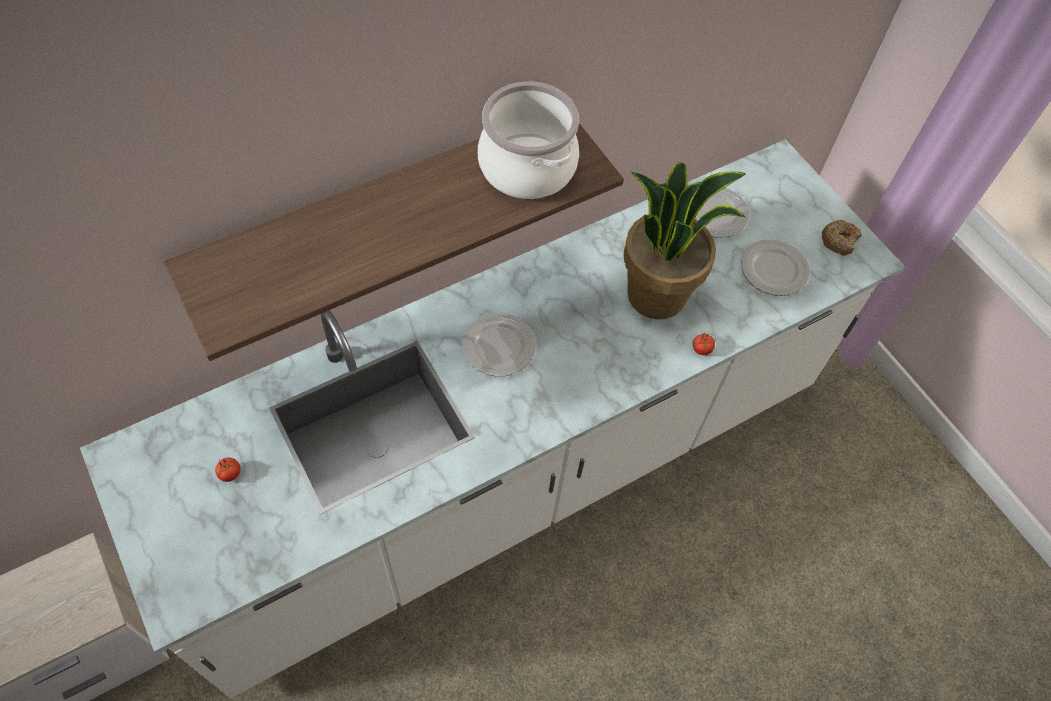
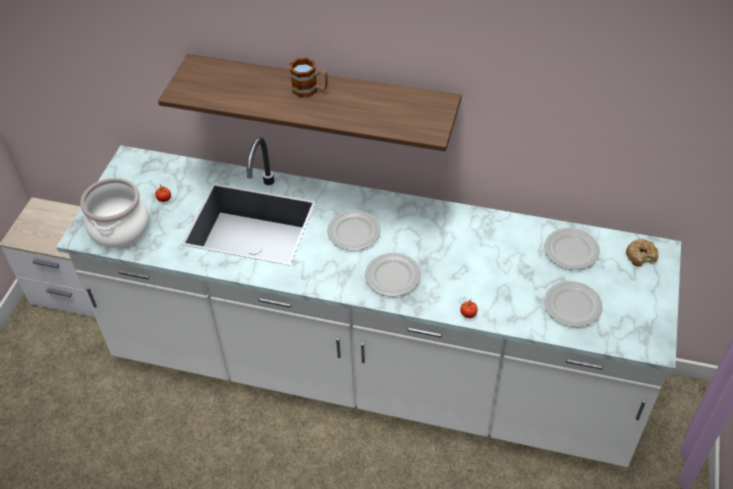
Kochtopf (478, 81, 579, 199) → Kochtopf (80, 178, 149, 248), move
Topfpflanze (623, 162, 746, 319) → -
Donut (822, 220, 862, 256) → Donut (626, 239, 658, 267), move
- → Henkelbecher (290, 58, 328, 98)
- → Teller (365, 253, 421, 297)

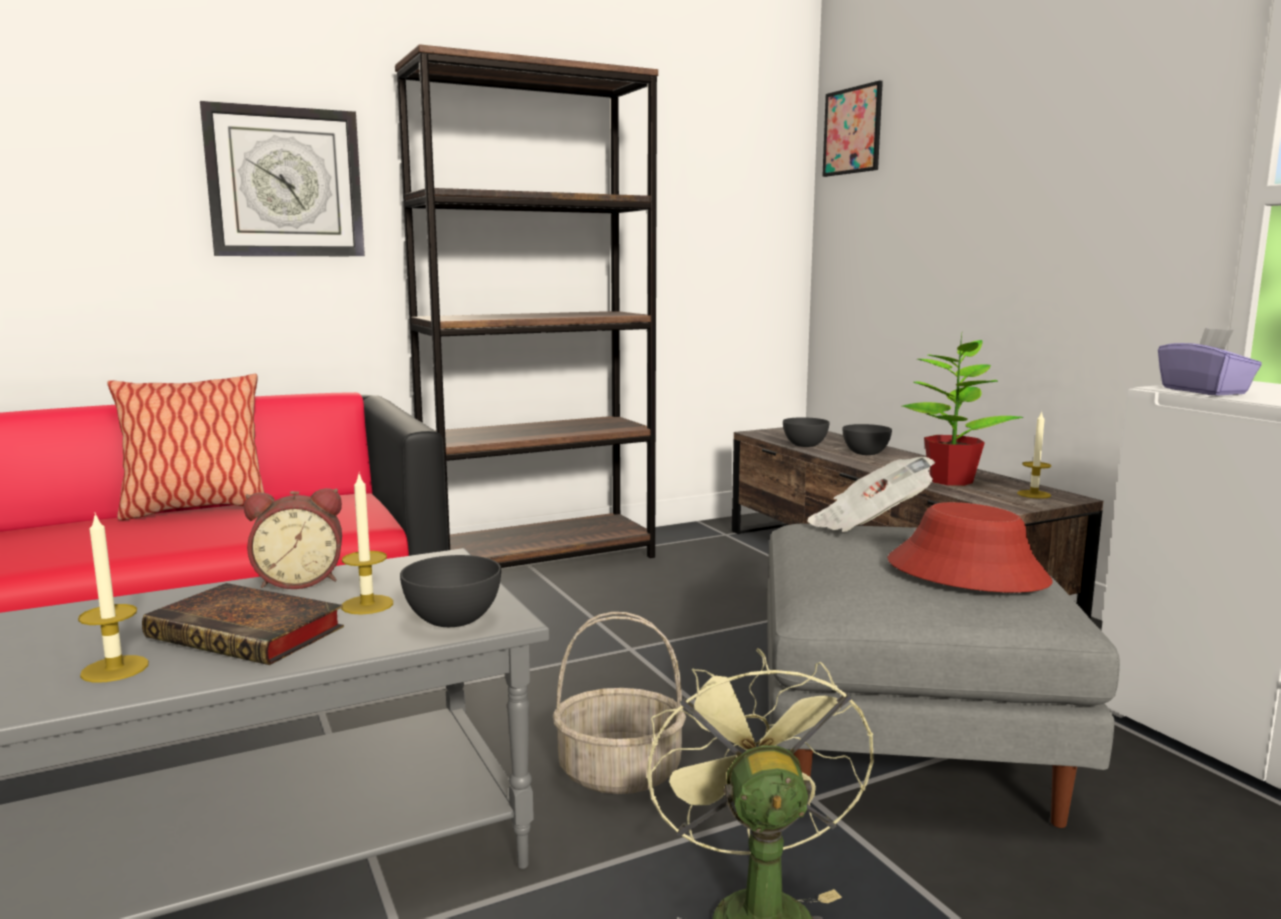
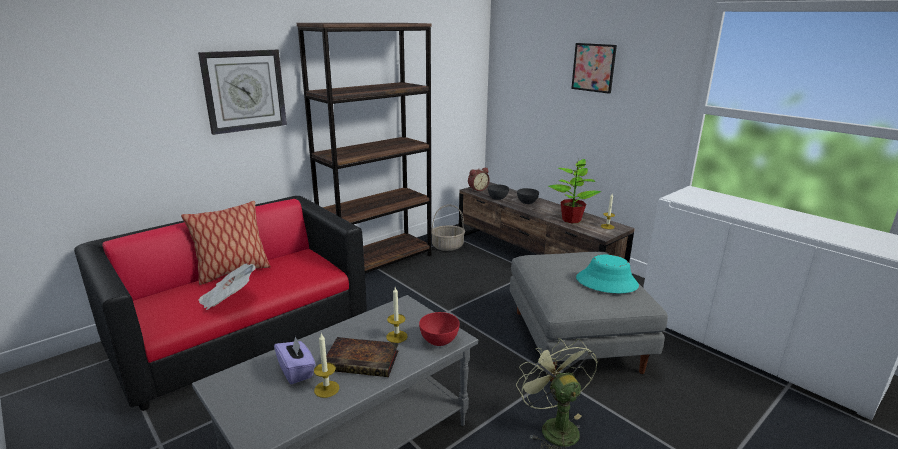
Wecker (244, 488, 342, 589) → Wecker (468, 168, 490, 192), move
Schüssel (grau) (400, 555, 501, 627) → Schüssel (rot) (419, 312, 460, 346)
Korb (553, 612, 686, 794) → Korb (432, 205, 465, 251), move
Zeitung (807, 457, 935, 532) → Zeitung (198, 264, 256, 310), move
Bild (822, 80, 883, 177) → Bild (571, 43, 617, 94), move
Hut (rot) (887, 502, 1052, 593) → Hut (türkis) (576, 255, 639, 293)
Taschentuchbox (lila) (1158, 328, 1262, 395) → Taschentuchbox (lila) (274, 336, 316, 384), move

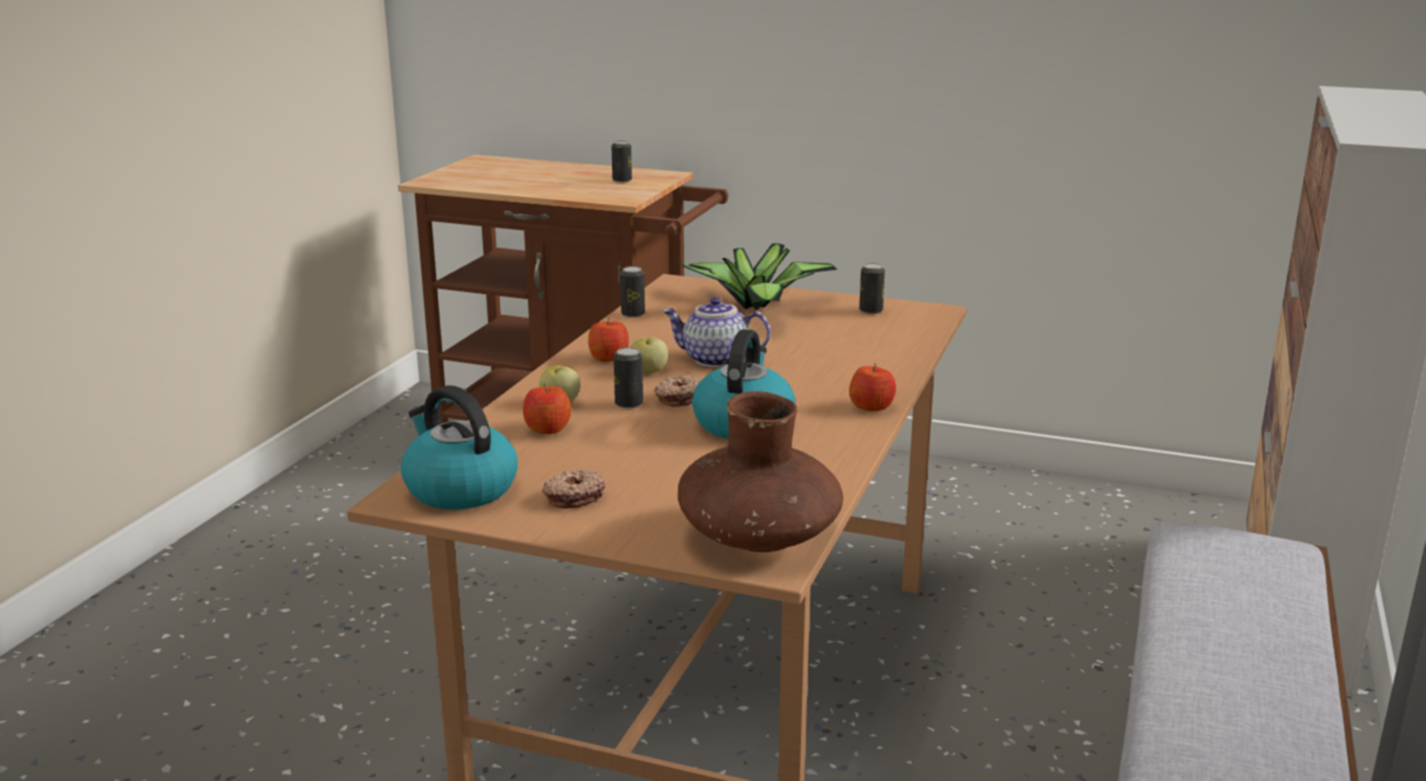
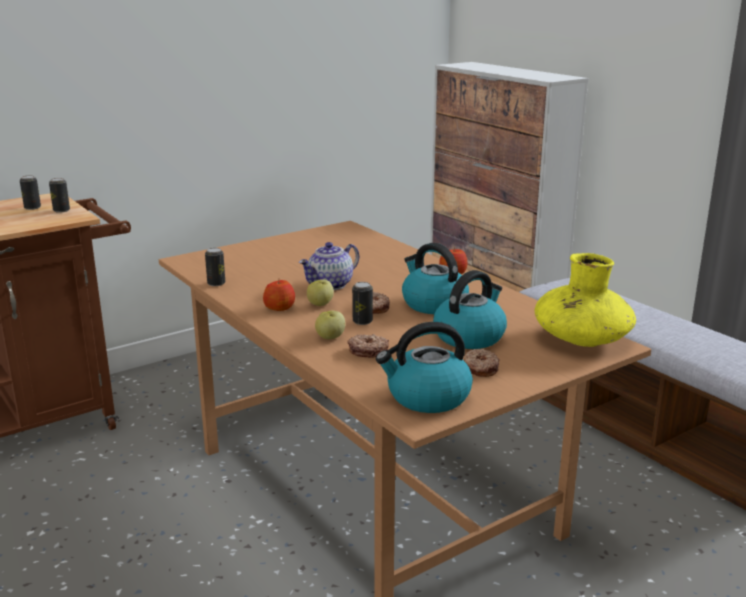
Apfel (523, 383, 571, 434) → Donut (347, 334, 389, 358)
Vase (braun) (678, 391, 843, 552) → Vase (gelb) (535, 253, 636, 347)
Topfpflanze (681, 244, 837, 310) → -
Dose (859, 263, 885, 314) → Dose (49, 178, 70, 213), move
- → Wasserkessel (433, 270, 507, 349)

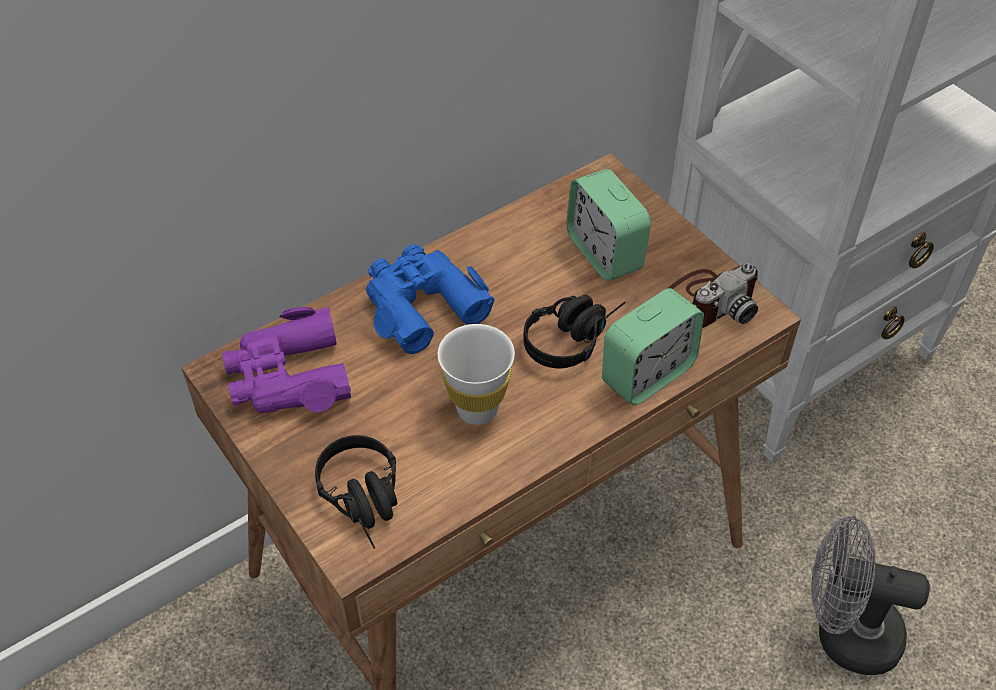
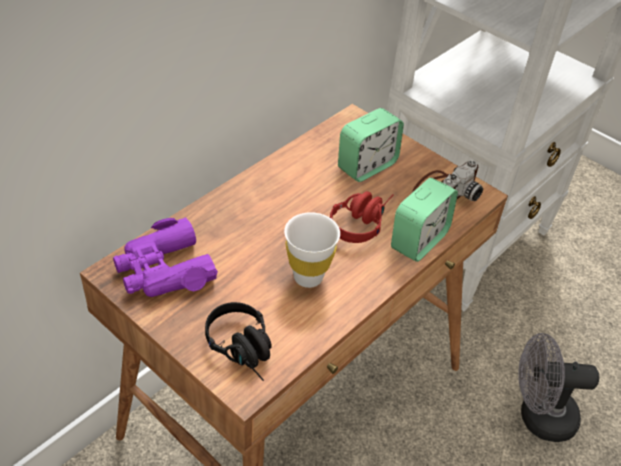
Fernglas (blau) (366, 244, 495, 354) → -
Kopfhörer (schwarz) (523, 295, 626, 369) → Kopfhörer (rot) (330, 191, 394, 243)
Wecker (566, 169, 651, 281) → Wecker (338, 108, 404, 182), 90 degrees counterclockwise

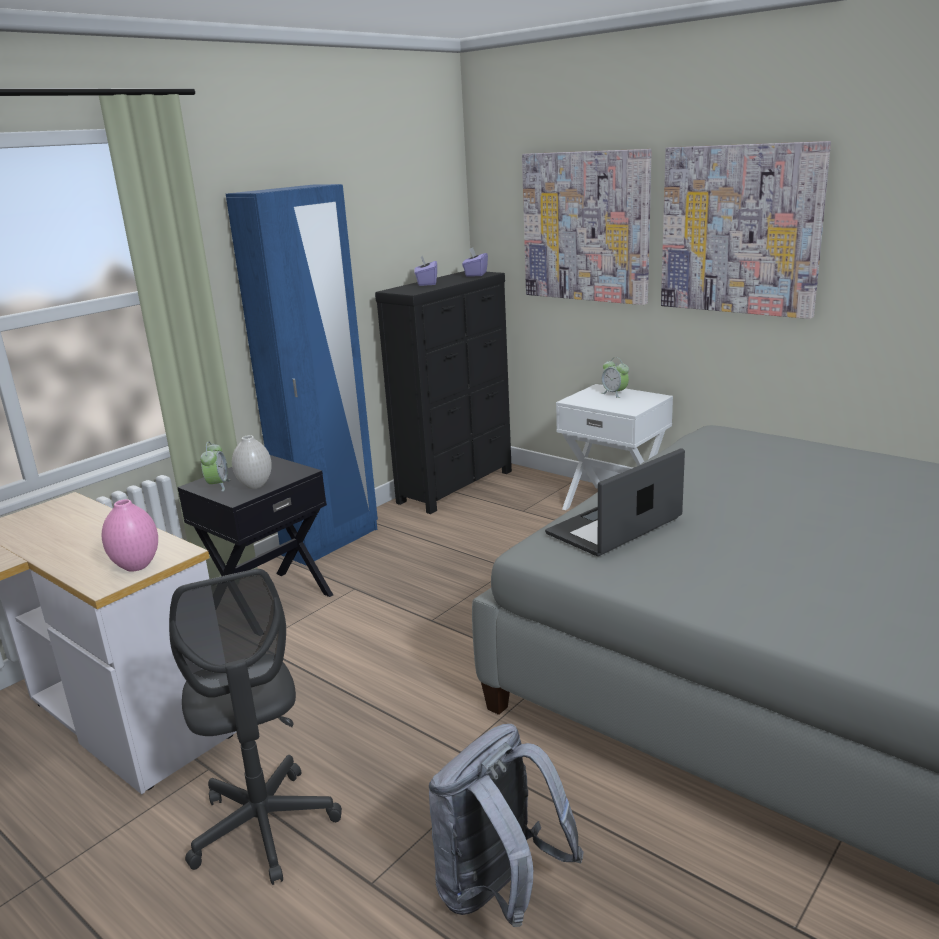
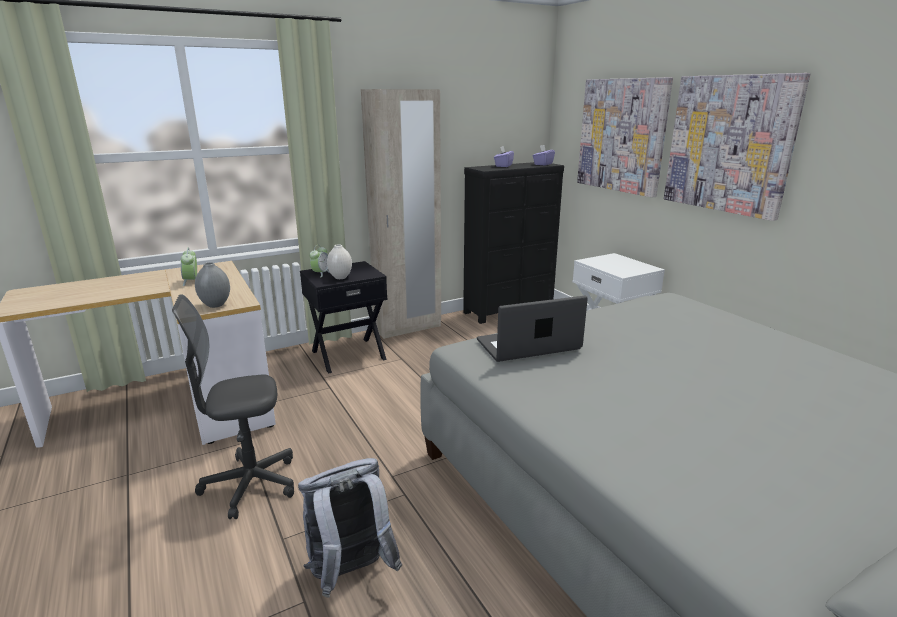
Vase (rosa) (101, 499, 158, 572) → Vase (grau) (195, 262, 230, 308)
Bürostuhl (grau) (169, 569, 342, 885) → Bürostuhl (grau) (172, 294, 294, 519), 75 degrees clockwise
Kleiderschrank (blau) (226, 184, 378, 566) → Kleiderschrank (beige) (361, 89, 441, 339)
Wecker (601, 357, 629, 398) → Wecker (181, 247, 197, 286), move

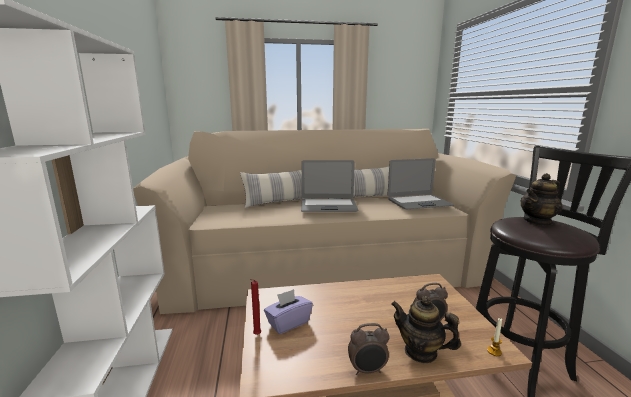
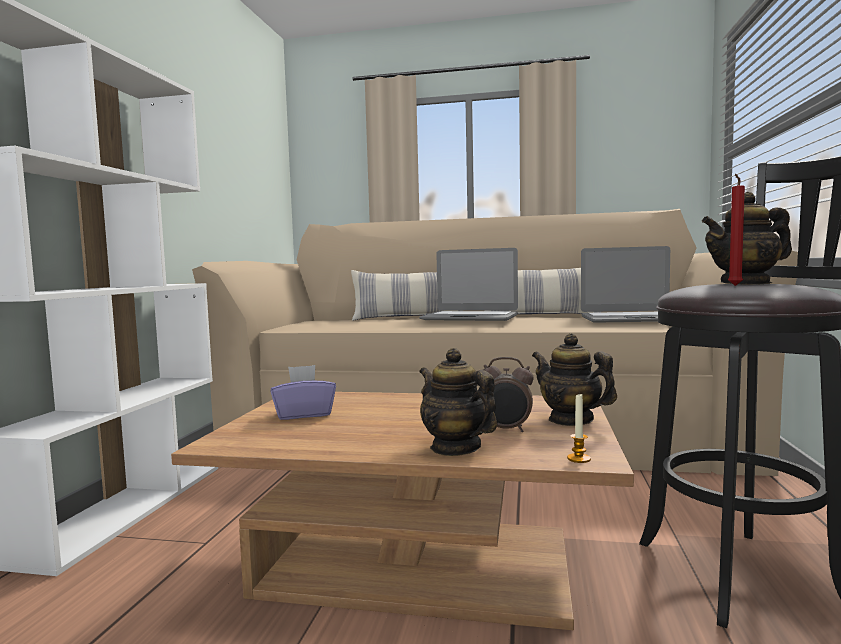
Kerze (rot) (250, 279, 261, 335) → Kerze (rot) (728, 174, 745, 286), move
Wecker (348, 323, 389, 375) → -
- → Teekanne (532, 333, 617, 426)

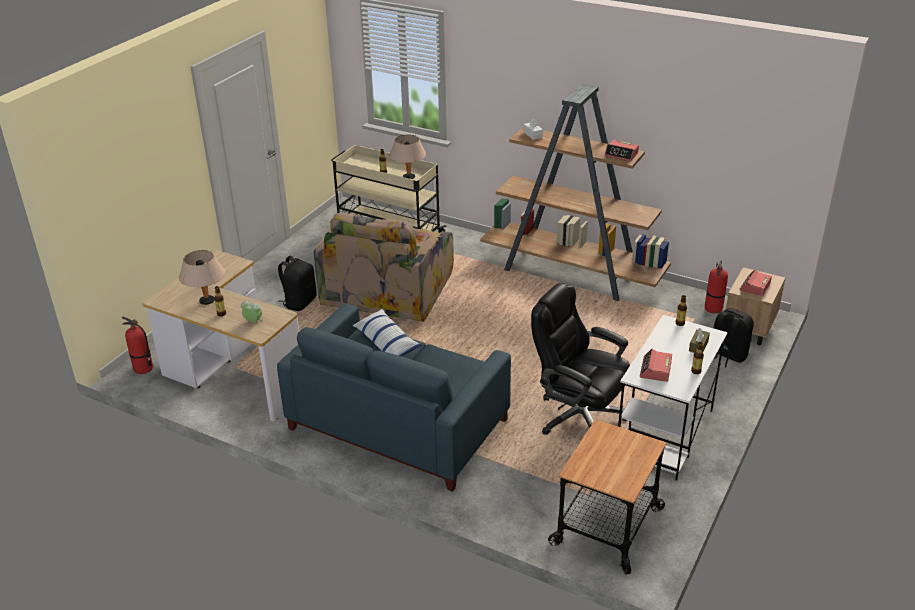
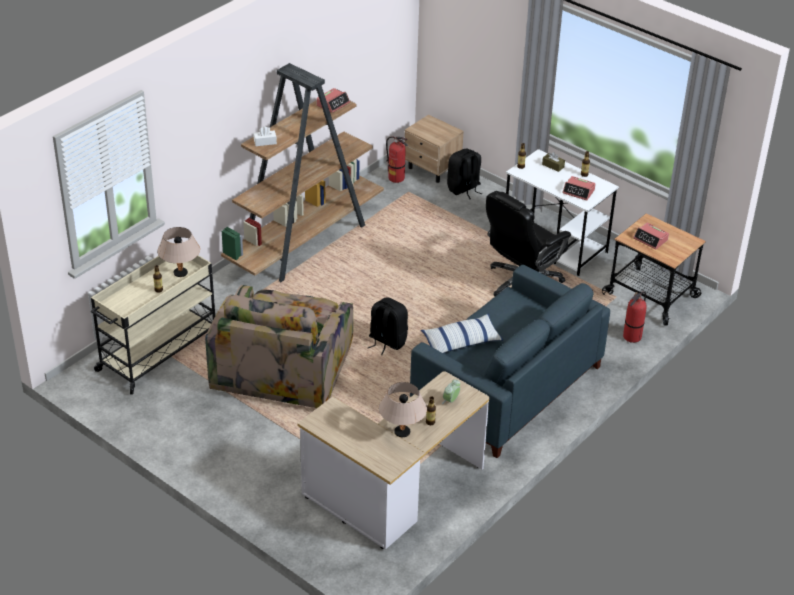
Feuerlöscher (122, 317, 153, 374) → Feuerlöscher (623, 291, 647, 343), move
Rucksack (schwarz) (278, 256, 317, 311) → Rucksack (schwarz) (368, 297, 408, 355), move
Sessel (314, 213, 454, 322) → Sessel (205, 285, 353, 408), 75 degrees clockwise
Wecker (740, 269, 772, 296) → Wecker (633, 223, 669, 250), move

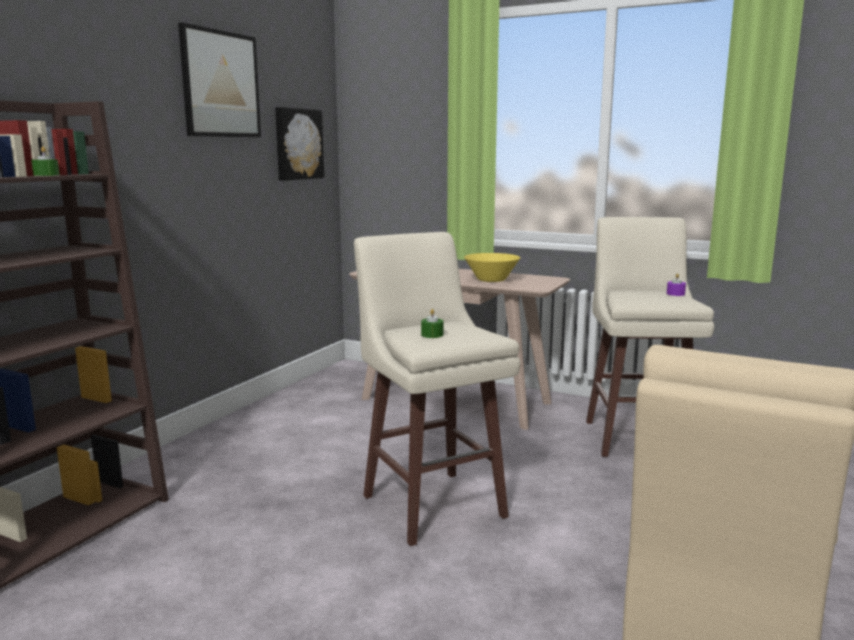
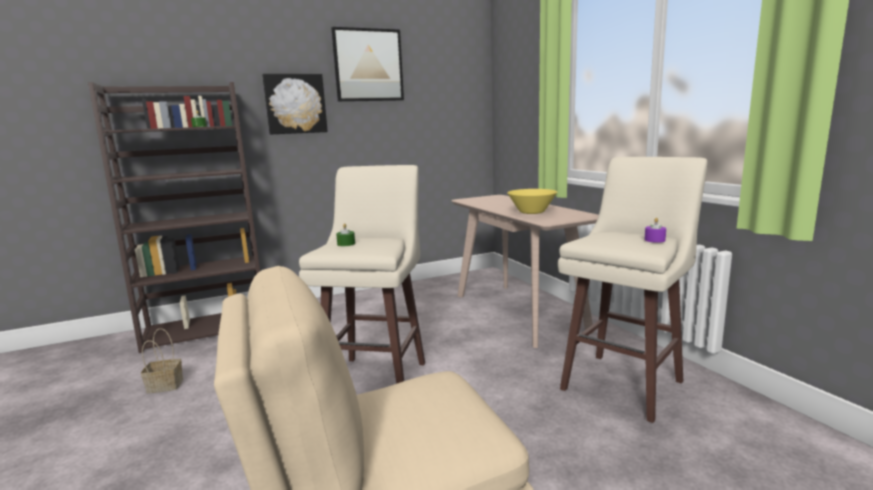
Bild (275, 107, 324, 181) → Bild (262, 74, 328, 135), move
- → Korb (141, 328, 183, 393)

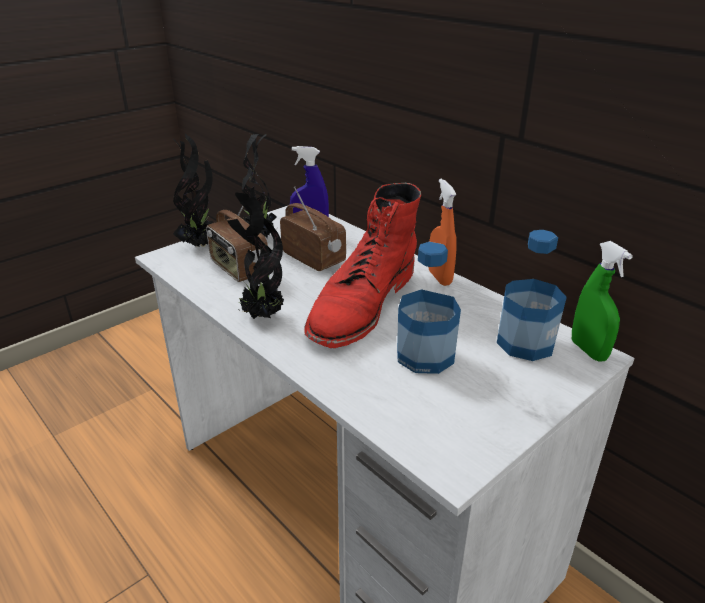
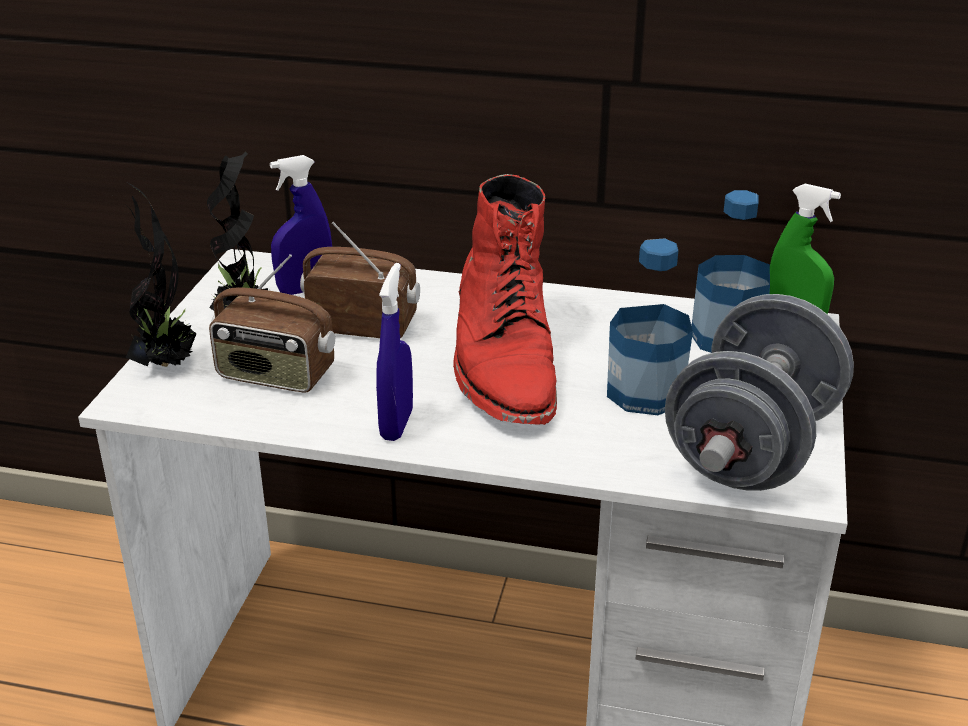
Topfpflanze (227, 192, 284, 319) → Sprühflasche (blau) (376, 263, 413, 441)
Sprühflasche (orange) (429, 178, 456, 286) → -
- → Hantel (grau) (665, 294, 854, 491)

